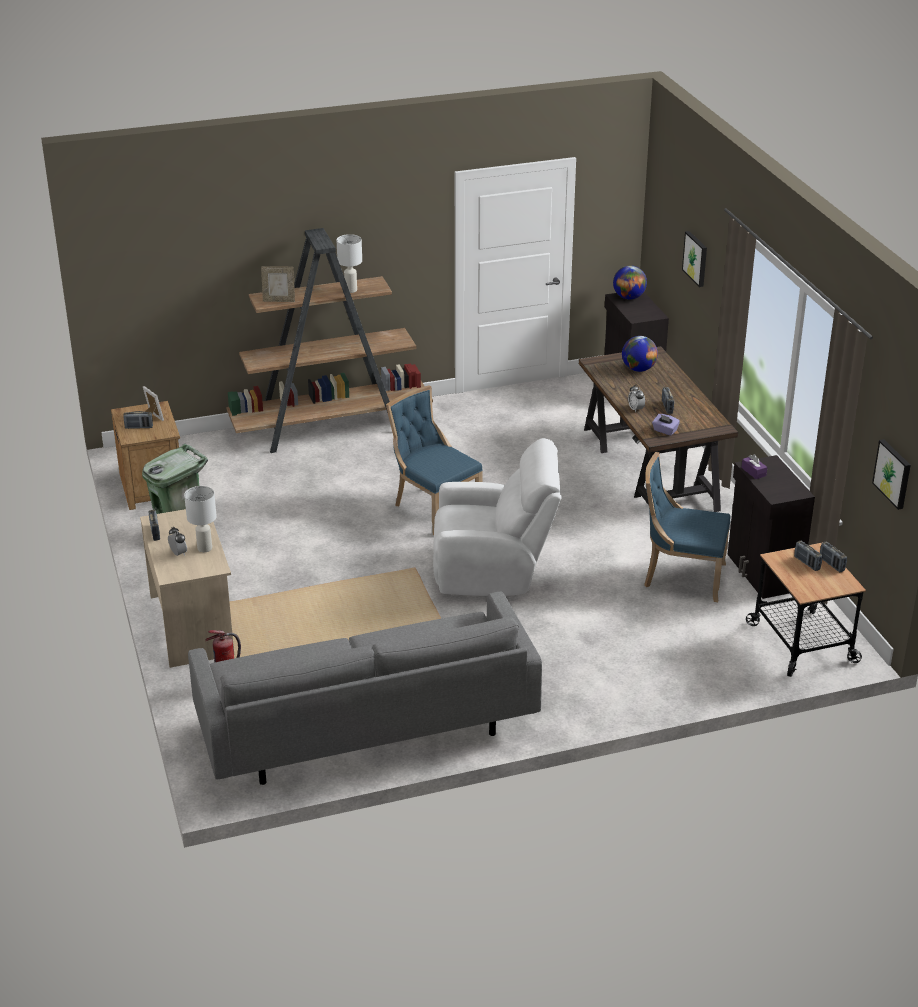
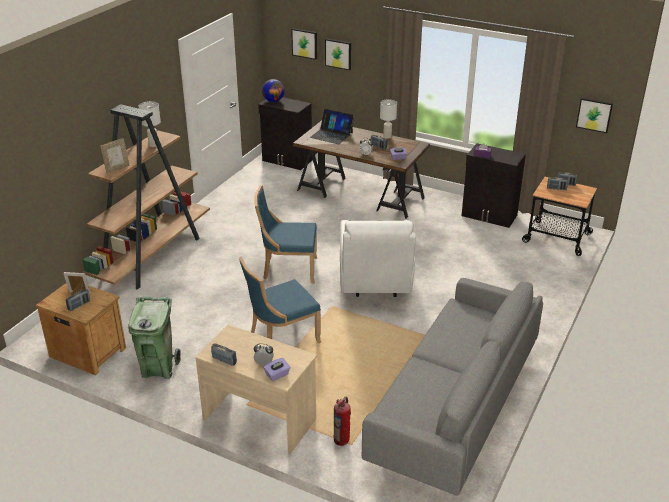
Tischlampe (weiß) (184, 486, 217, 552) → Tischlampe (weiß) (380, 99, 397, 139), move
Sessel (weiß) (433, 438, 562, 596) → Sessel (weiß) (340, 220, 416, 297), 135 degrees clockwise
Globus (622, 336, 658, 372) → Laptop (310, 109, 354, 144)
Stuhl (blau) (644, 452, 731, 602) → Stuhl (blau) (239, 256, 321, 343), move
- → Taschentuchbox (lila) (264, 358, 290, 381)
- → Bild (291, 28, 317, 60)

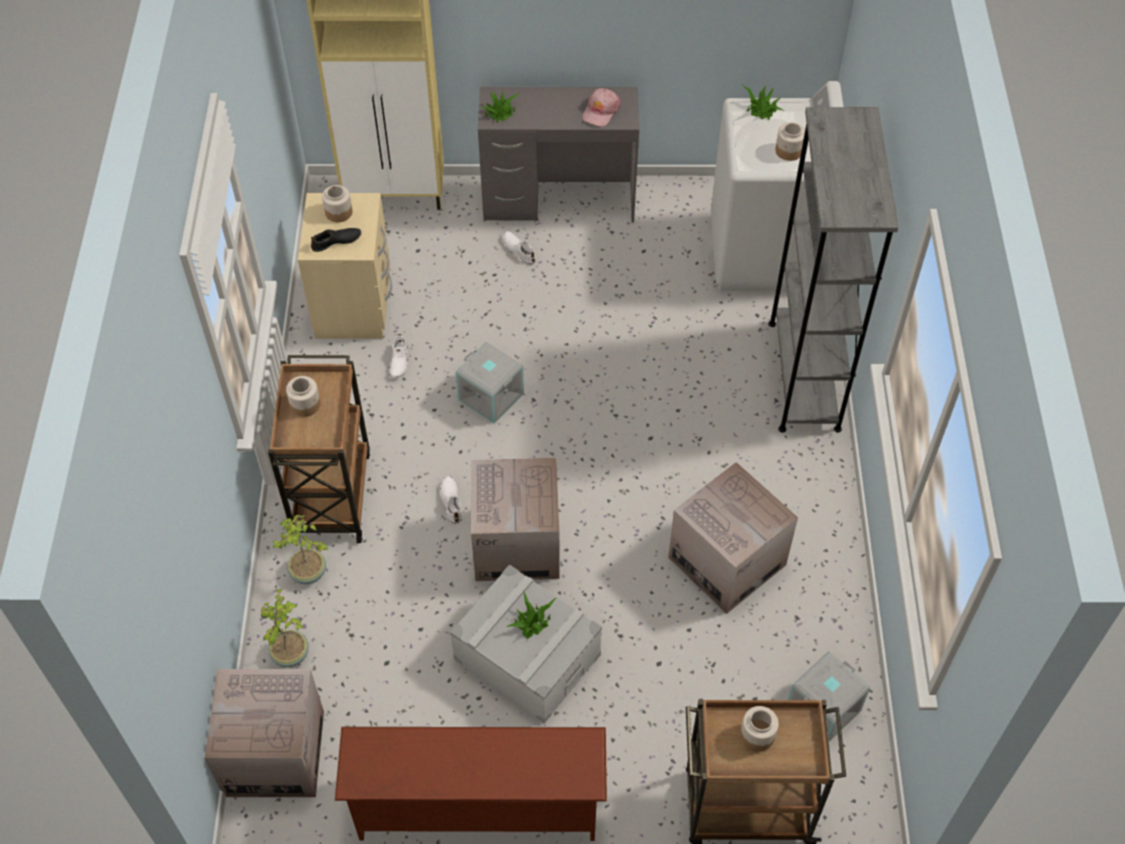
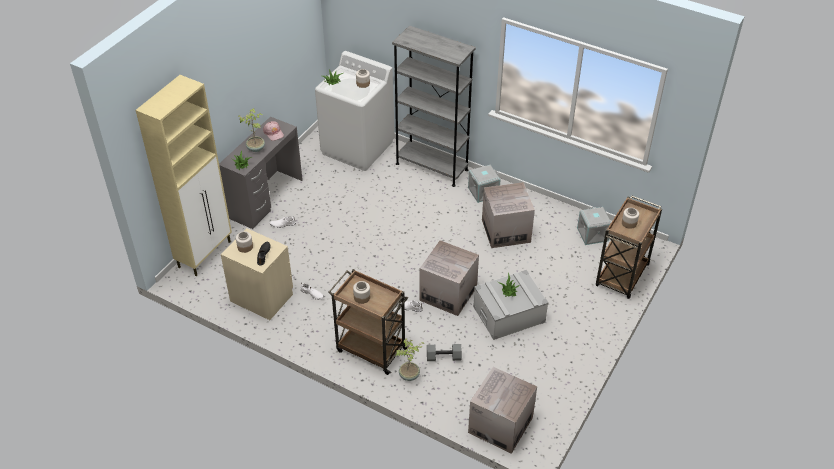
Topfpflanze (261, 589, 309, 667) → Topfpflanze (238, 108, 265, 152), move
Schuhregal (braun) (335, 727, 607, 841) → -
Aufbewahrungsbox (grau) (455, 342, 524, 424) → Aufbewahrungsbox (grau) (468, 165, 501, 203), move
- → Hantel (grau) (427, 344, 462, 361)

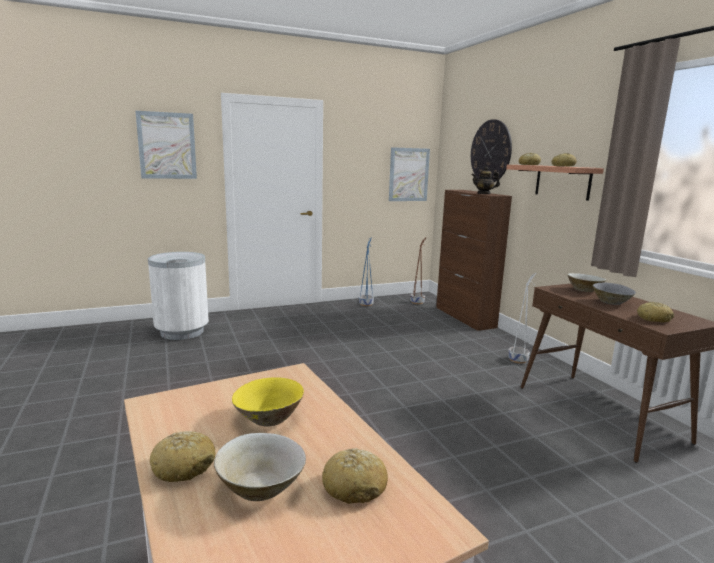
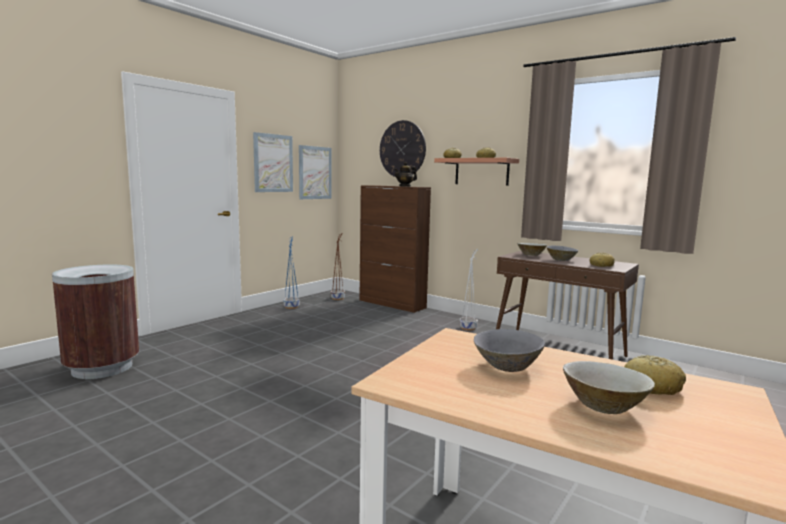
Bild (136, 111, 197, 179) → Bild (253, 132, 293, 192), move
Mülleimer (weiß) (148, 252, 209, 340) → Mülleimer (braun) (52, 264, 139, 379)
Brot (150, 431, 215, 482) → -
Schüssel (gelb) (232, 377, 304, 427) → Schüssel (grau) (474, 329, 545, 372)

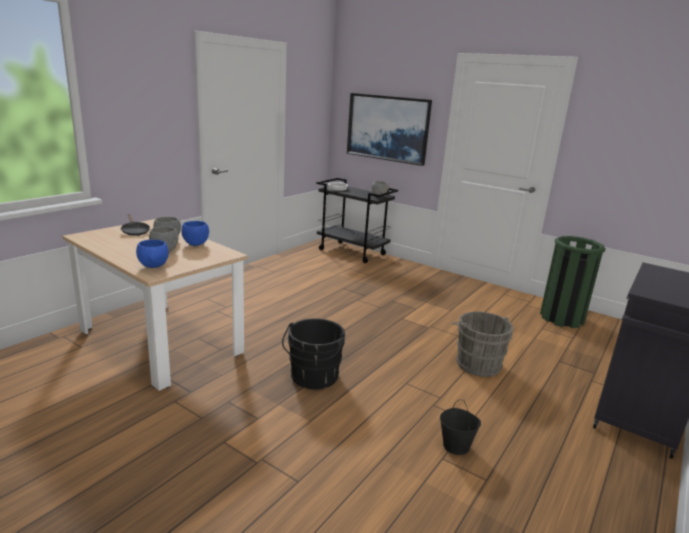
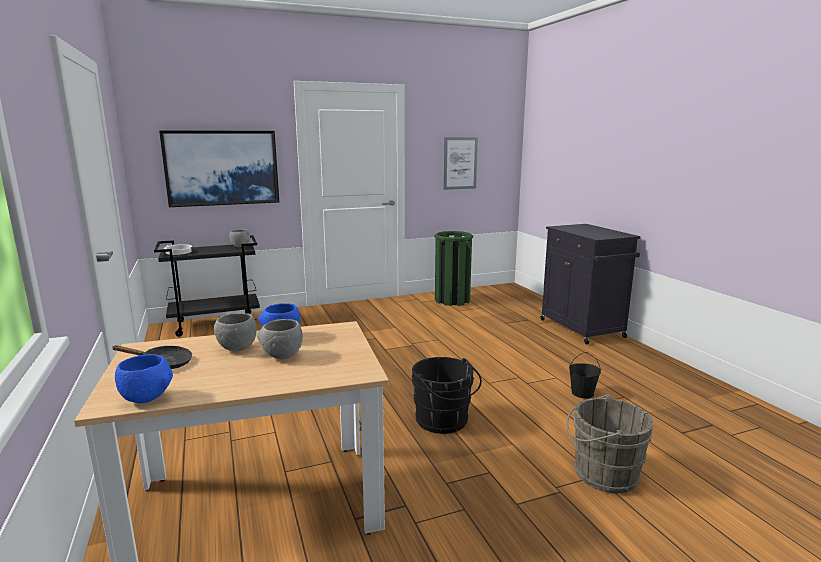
Schüssel (blau) (136, 240, 169, 268) → Schüssel (blau) (115, 354, 173, 403), move
Eimer (grau) (452, 311, 513, 377) → Eimer (grau) (566, 394, 653, 493), move
- → Bild (444, 137, 478, 190)

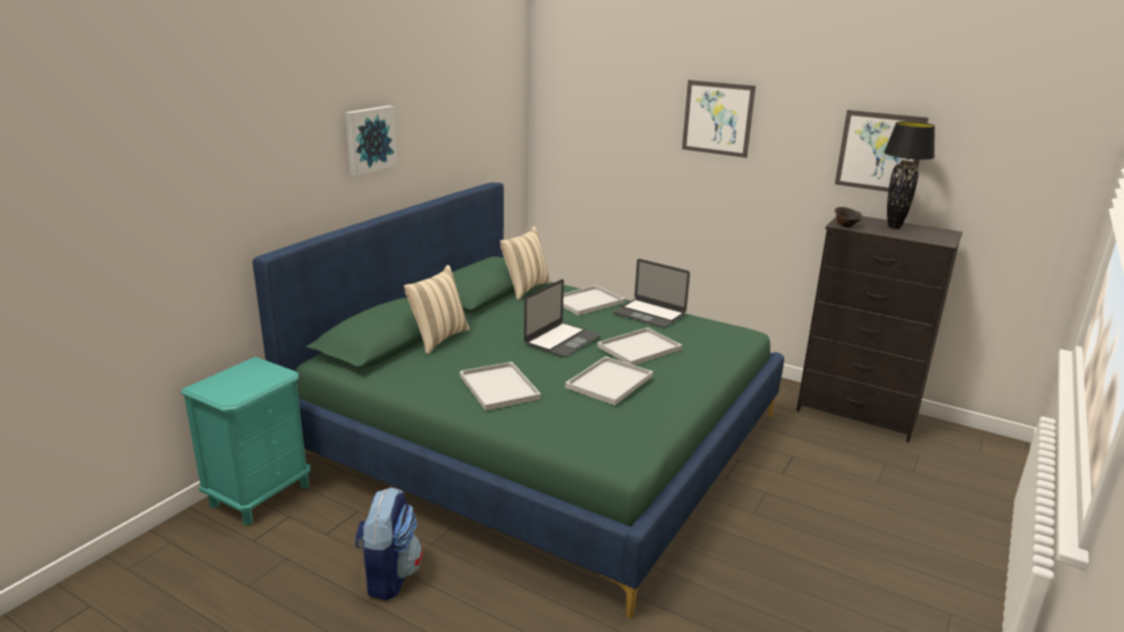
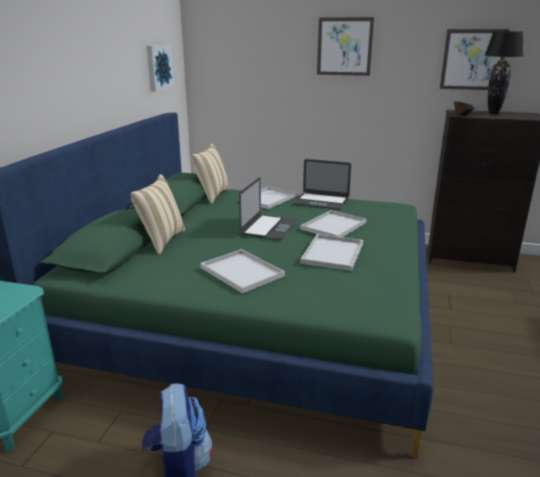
Bild (345, 106, 398, 176) → Bild (147, 45, 174, 92), move

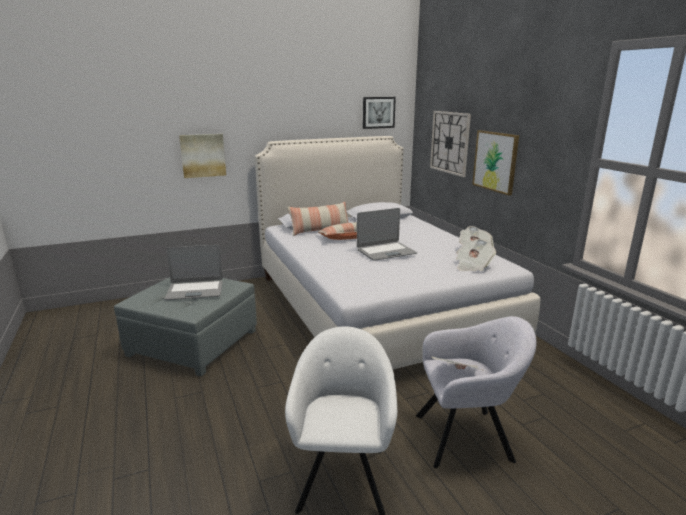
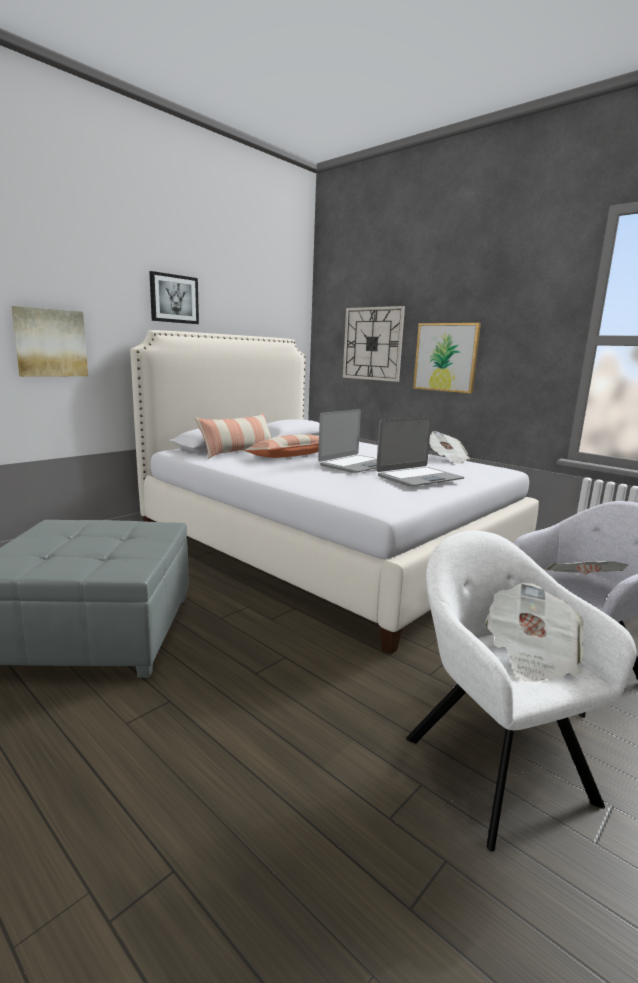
Laptop (165, 245, 223, 300) → Laptop (376, 417, 464, 486), move
Bild (363, 97, 396, 129) → Bild (149, 271, 199, 324), move
Zeitung (456, 239, 496, 271) → Zeitung (485, 583, 584, 682), move

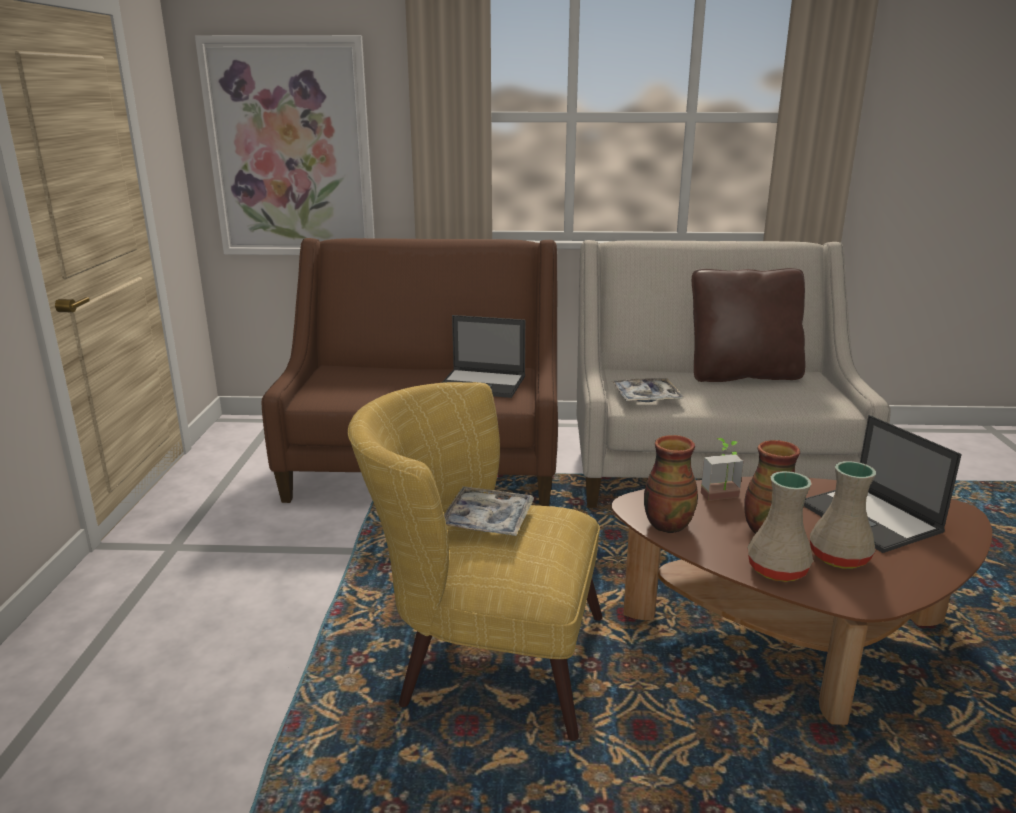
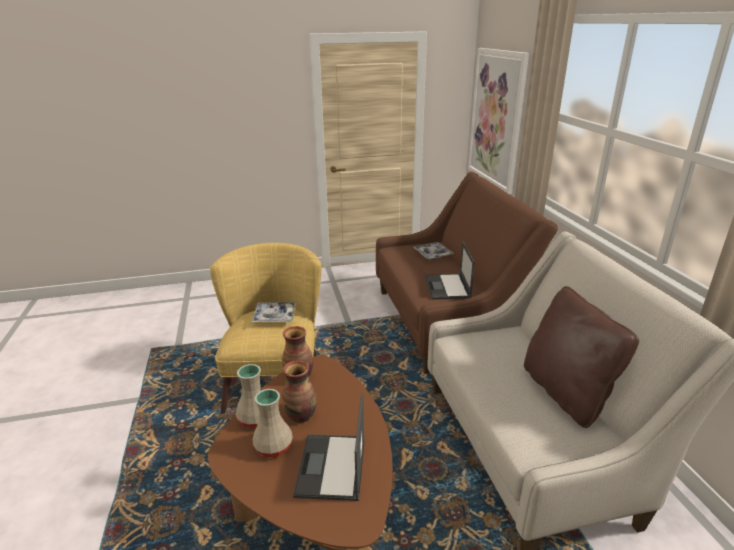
Tablett (612, 378, 685, 402) → Tablett (413, 242, 454, 260), move
Topfpflanze (701, 438, 744, 501) → -
Laptop (804, 415, 962, 553) → Laptop (293, 393, 365, 501), 45 degrees counterclockwise

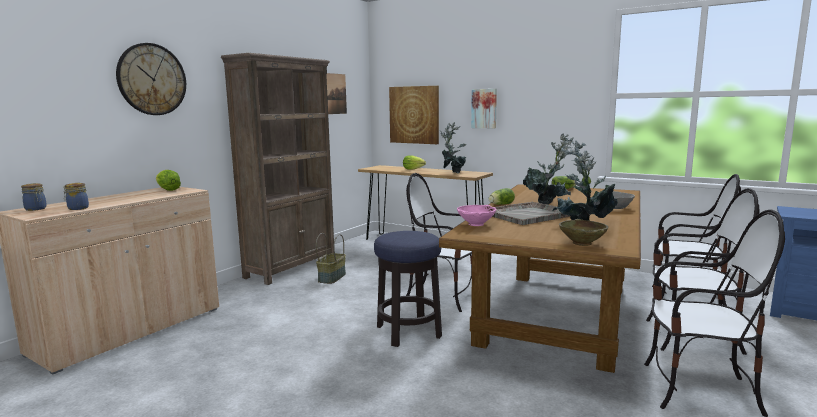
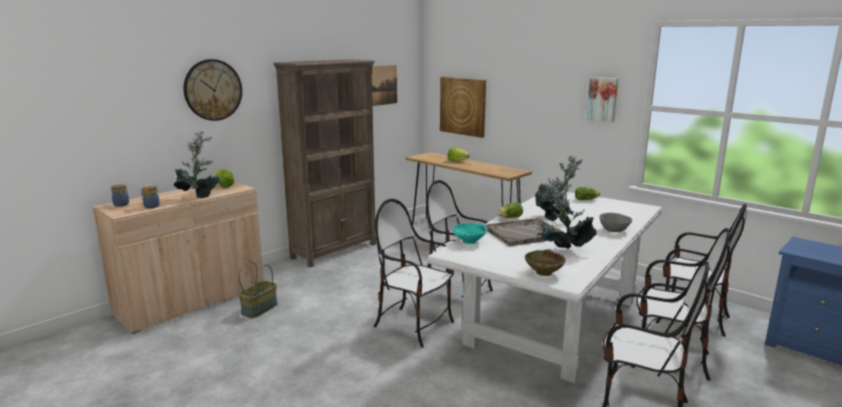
Korb (316, 233, 346, 284) → Korb (238, 261, 277, 318), move
Hocker (374, 231, 442, 347) → Stuhl (374, 199, 454, 348)
Esstisch (braun) (439, 184, 641, 373) → Esstisch (weiß) (428, 191, 662, 383)
Topfpflanze (440, 122, 466, 174) → Topfpflanze (174, 131, 222, 198), move
Schüssel (rosa) (457, 205, 497, 226) → Schüssel (türkis) (452, 223, 488, 244)
Bild (471, 89, 497, 128) → Bild (586, 77, 618, 122), move

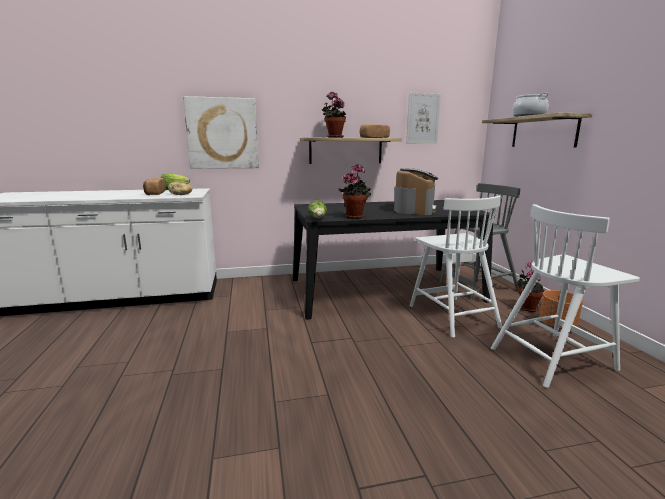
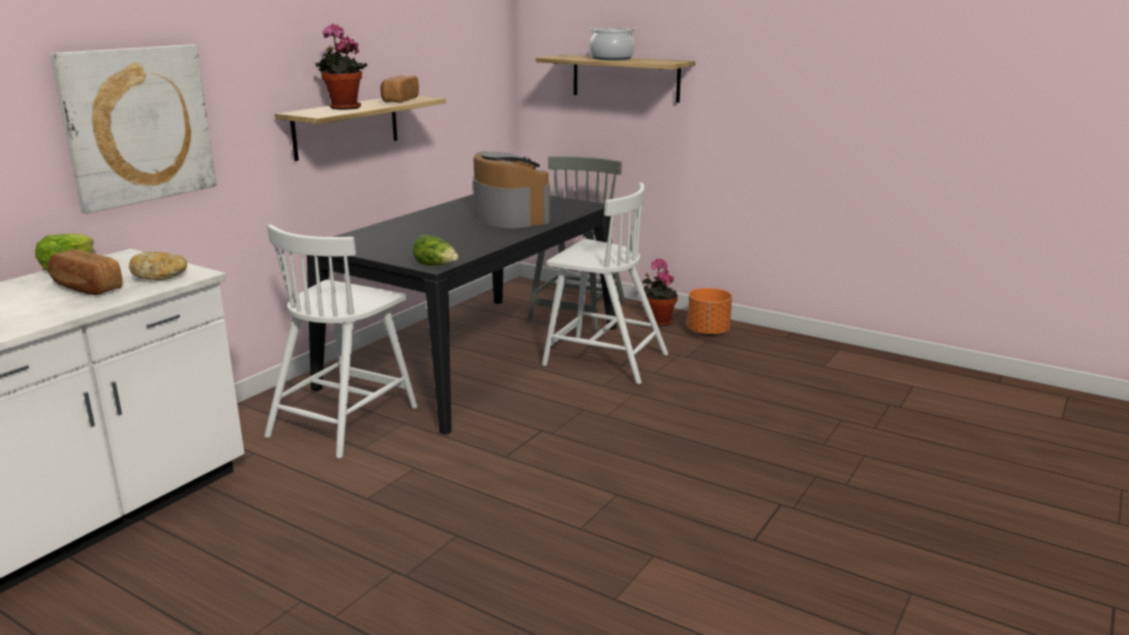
Topfpflanze (338, 164, 371, 219) → -
Bild (406, 93, 441, 144) → -
Stuhl (weiß) (491, 204, 640, 388) → Stuhl (weiß) (264, 224, 417, 459), move

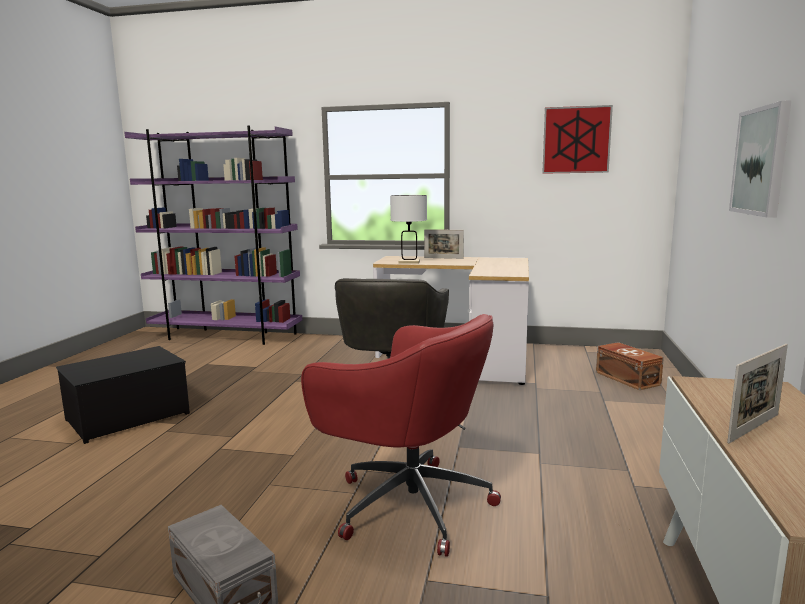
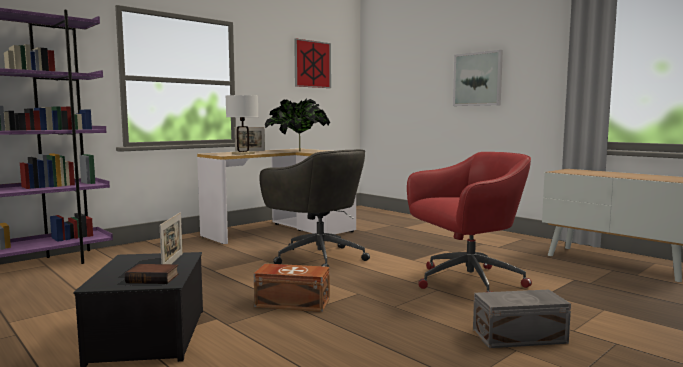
Aufbewahrungsbox (braun) (596, 342, 664, 390) → Aufbewahrungsbox (braun) (254, 263, 330, 312), move
Bilderrahmen (727, 344, 788, 443) → Bilderrahmen (160, 212, 183, 264), move
- → Buch (125, 264, 179, 284)
- → Topfpflanze (265, 98, 330, 151)

